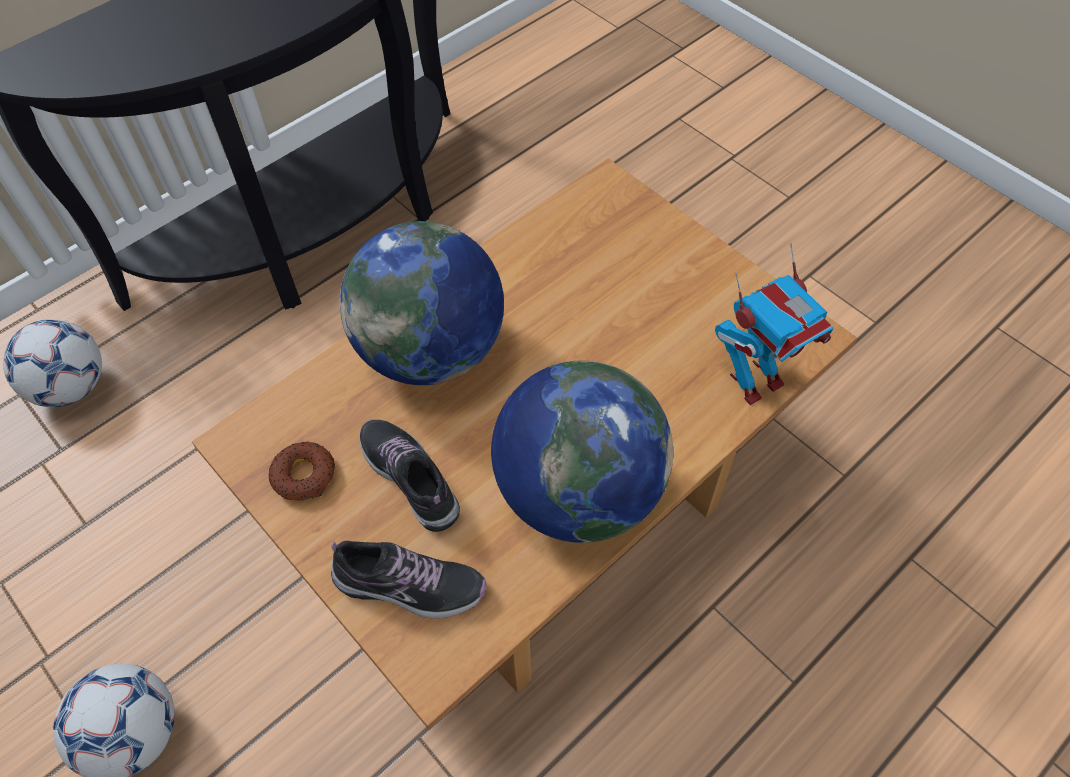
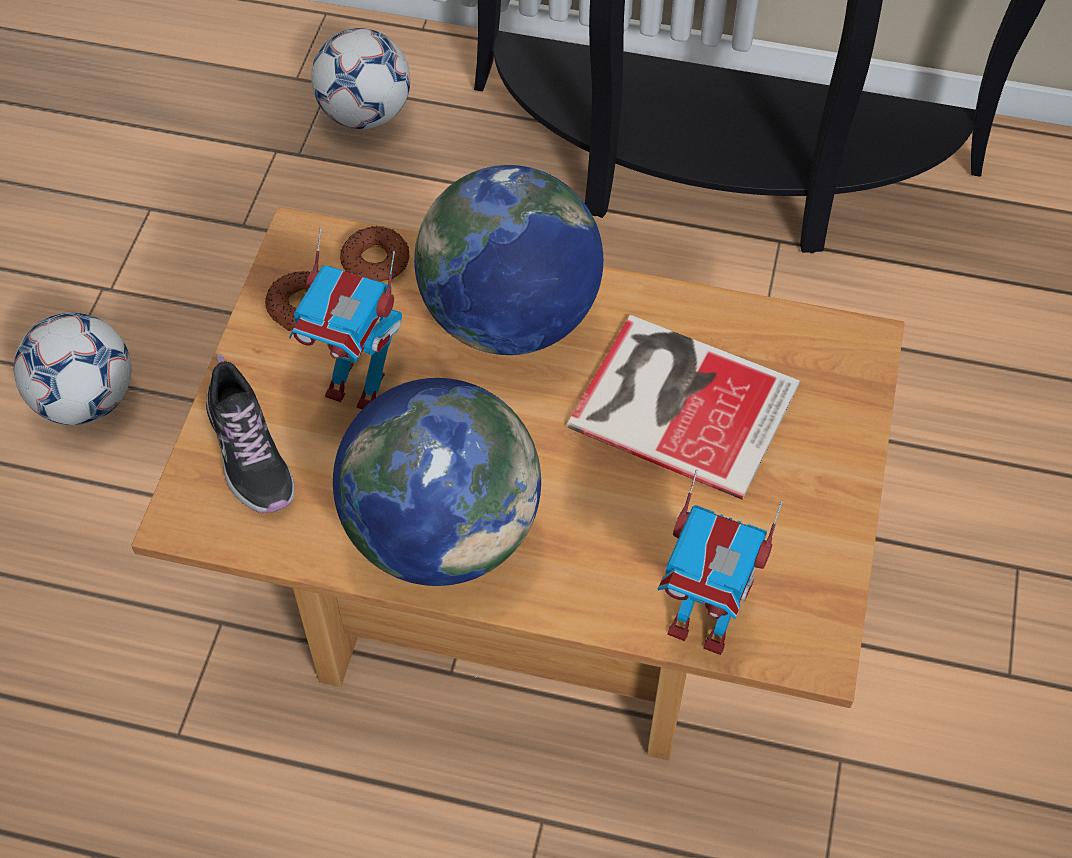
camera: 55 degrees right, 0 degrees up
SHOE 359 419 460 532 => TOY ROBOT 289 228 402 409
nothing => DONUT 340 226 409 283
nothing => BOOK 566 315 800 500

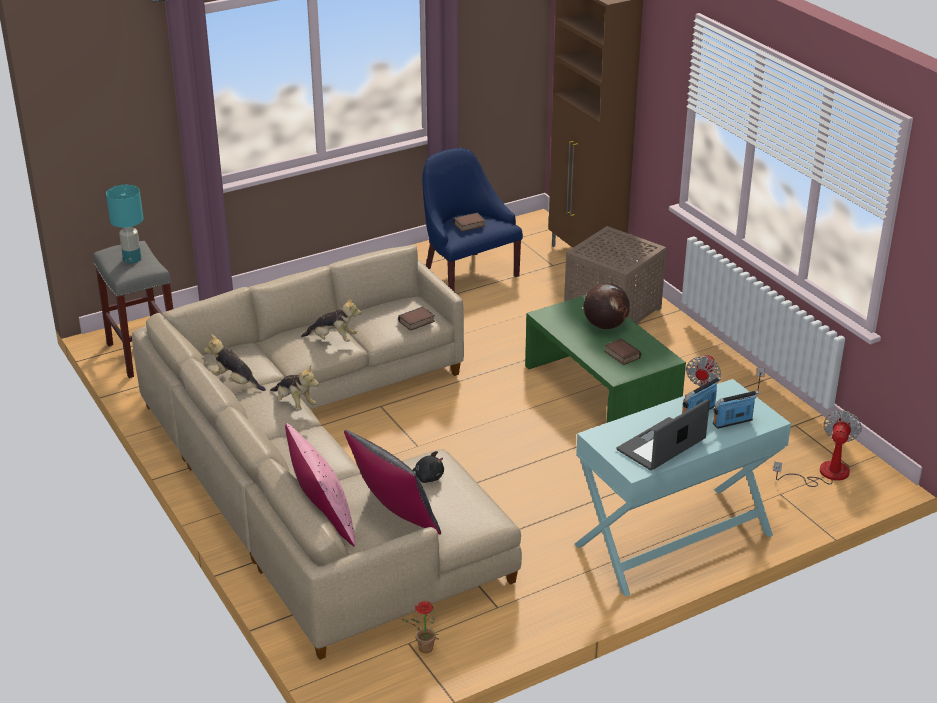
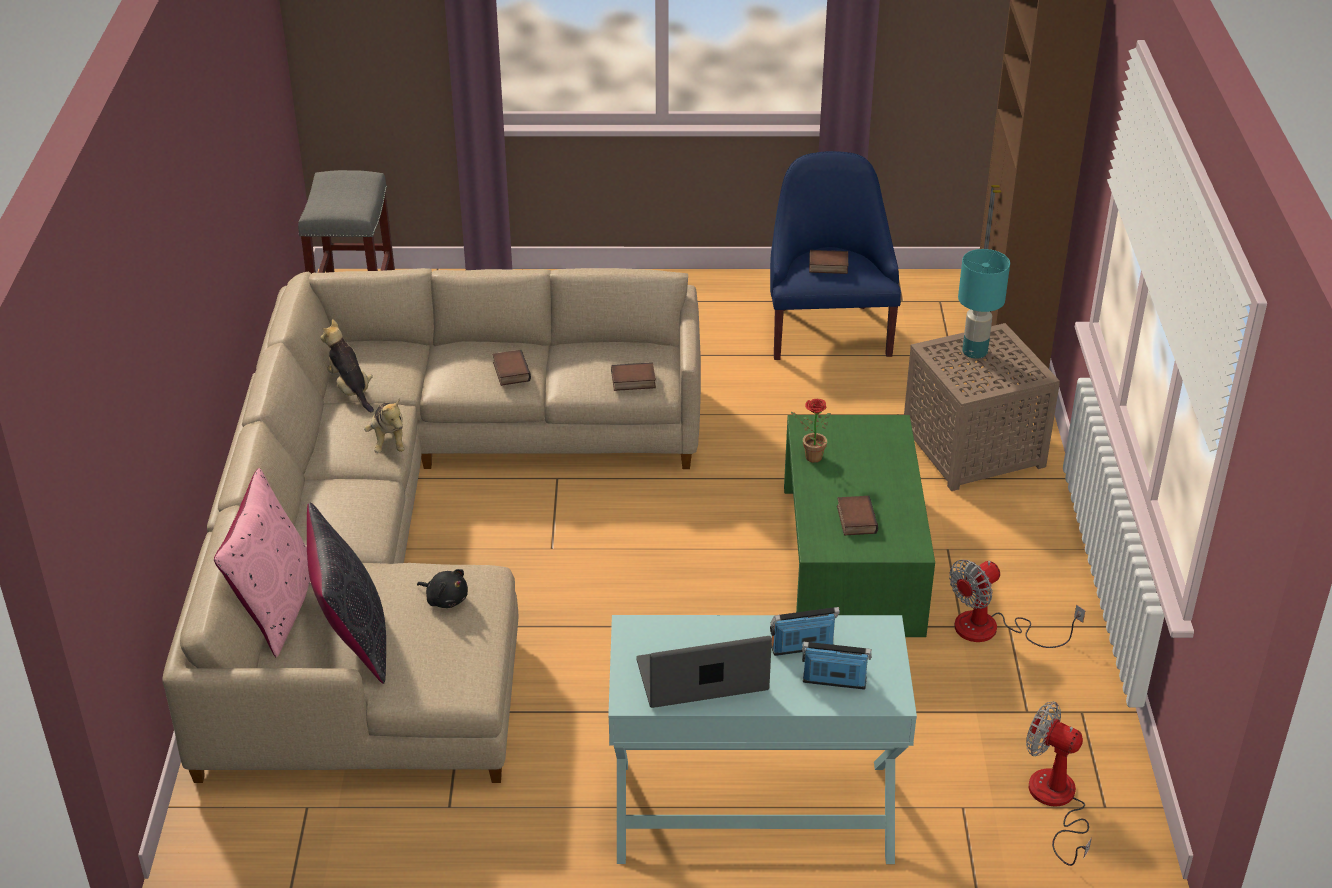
camera: 30 degrees right, 5 degrees up
TURQUOISE TABLE LAMP 106 185 144 264 => TURQUOISE TABLE LAMP 958 249 1010 359, moved
GLOBE 583 283 630 329 => nothing
PLUSH TOY 301 297 362 342 => BOOK 492 350 531 386
FAN 773 410 862 487 => FAN 1026 701 1092 866, 105 degrees counterclockwise
POTTED PLANT 402 601 439 653 => POTTED PLANT 791 399 831 463, moved

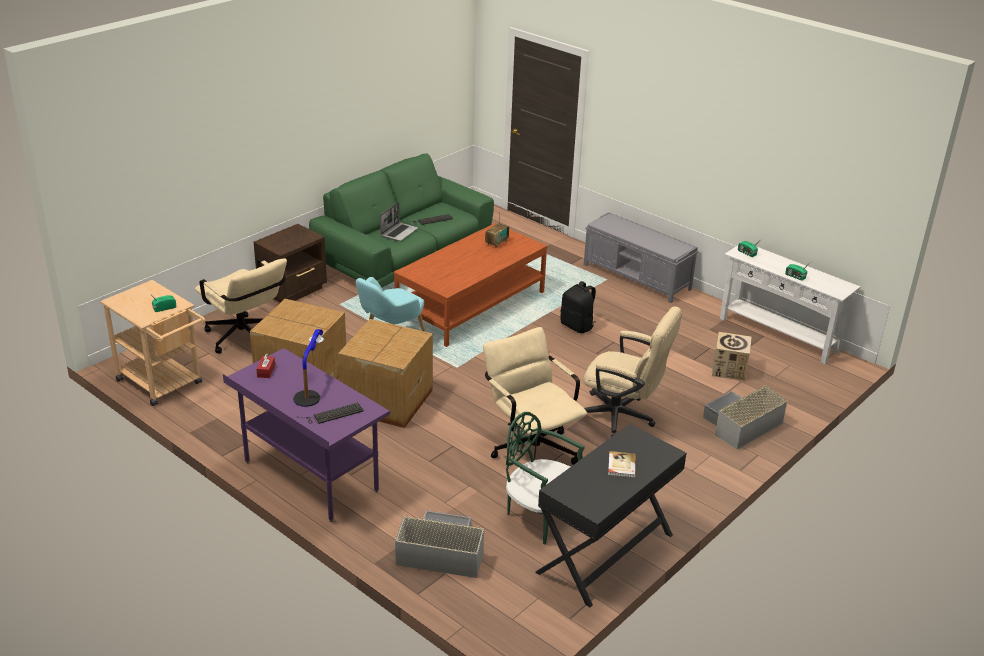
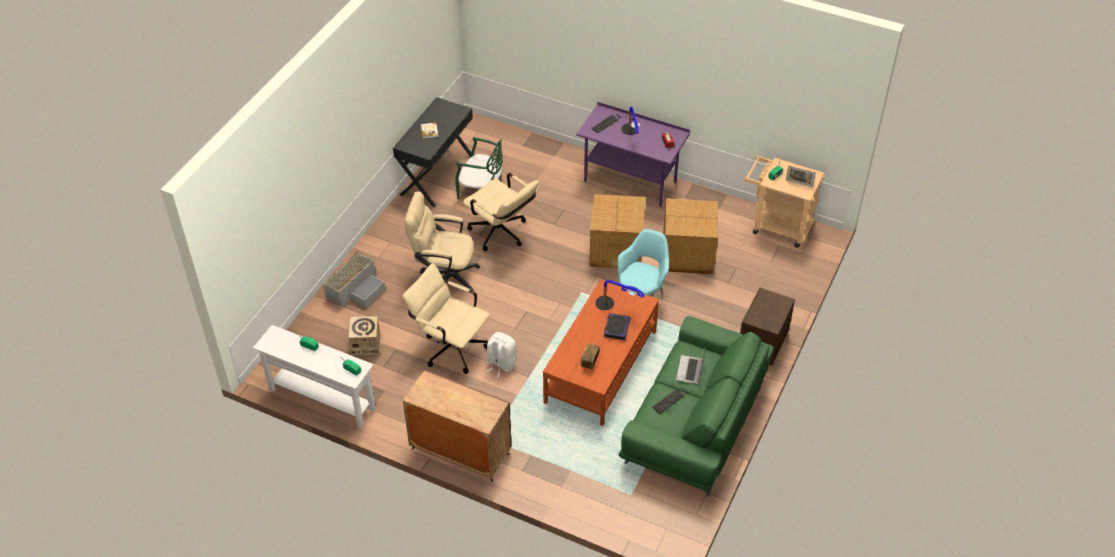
camera: 165 degrees right, 15 degrees up
GREY BENCH 584 212 698 303 => BROWN CABINET 403 369 512 482
BEIGE OFFICE CHAIR 195 258 287 354 => BEIGE OFFICE CHAIR 402 263 490 374, moved
BLACK BACKPACK 560 281 596 333 => WHITE BACKPACK 486 332 517 377
GREY STORAGE BOX 395 510 484 578 => nothing
nothing => PICTURE FRAME 786 165 816 187
nothing => TABLE LAMP 595 280 644 310
nothing => BOOK 604 313 630 340

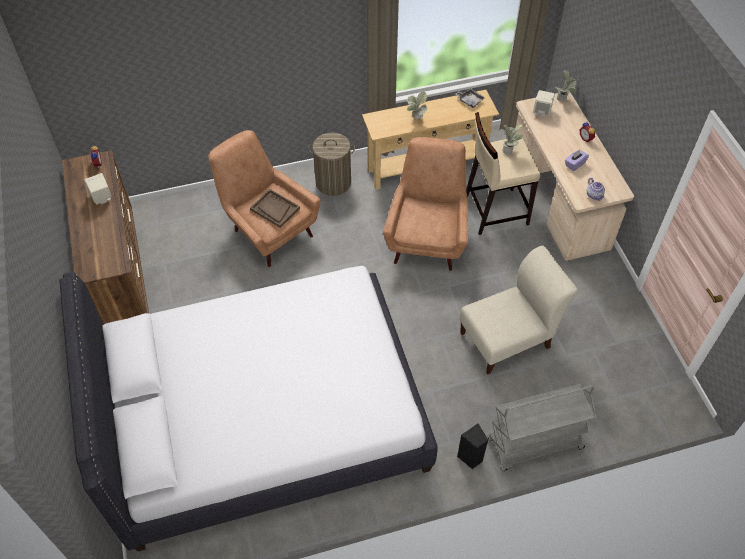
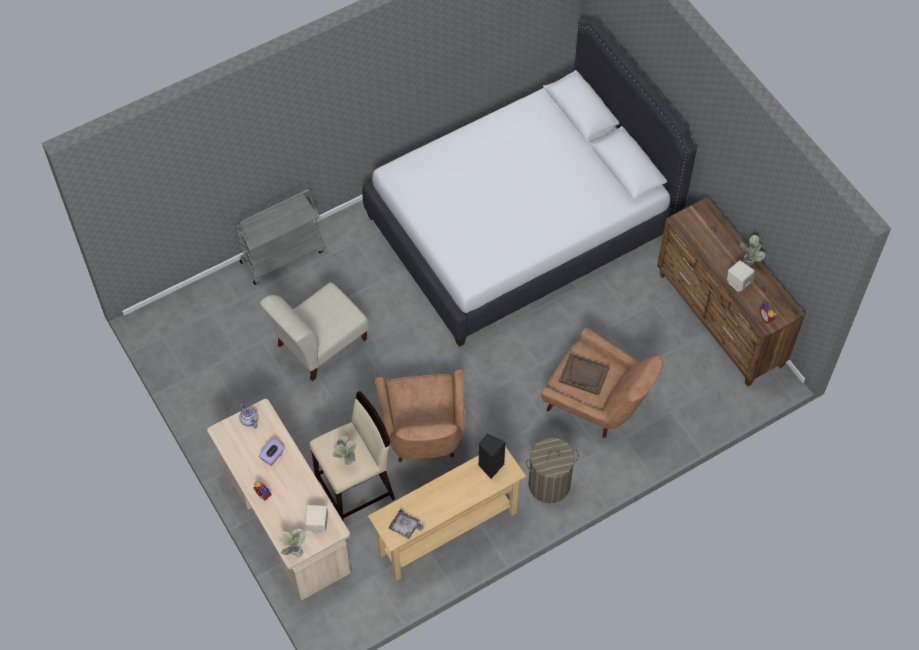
camera: 165 degrees right, 5 degrees up
POTTED PLANT 407 92 427 119 => POTTED PLANT 740 235 765 267, moved
BLACK SPEAKER 457 423 488 469 => BLACK SPEAKER 478 434 506 479, moved

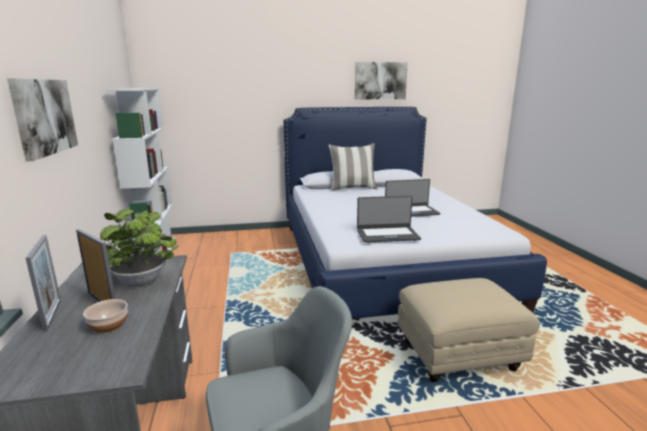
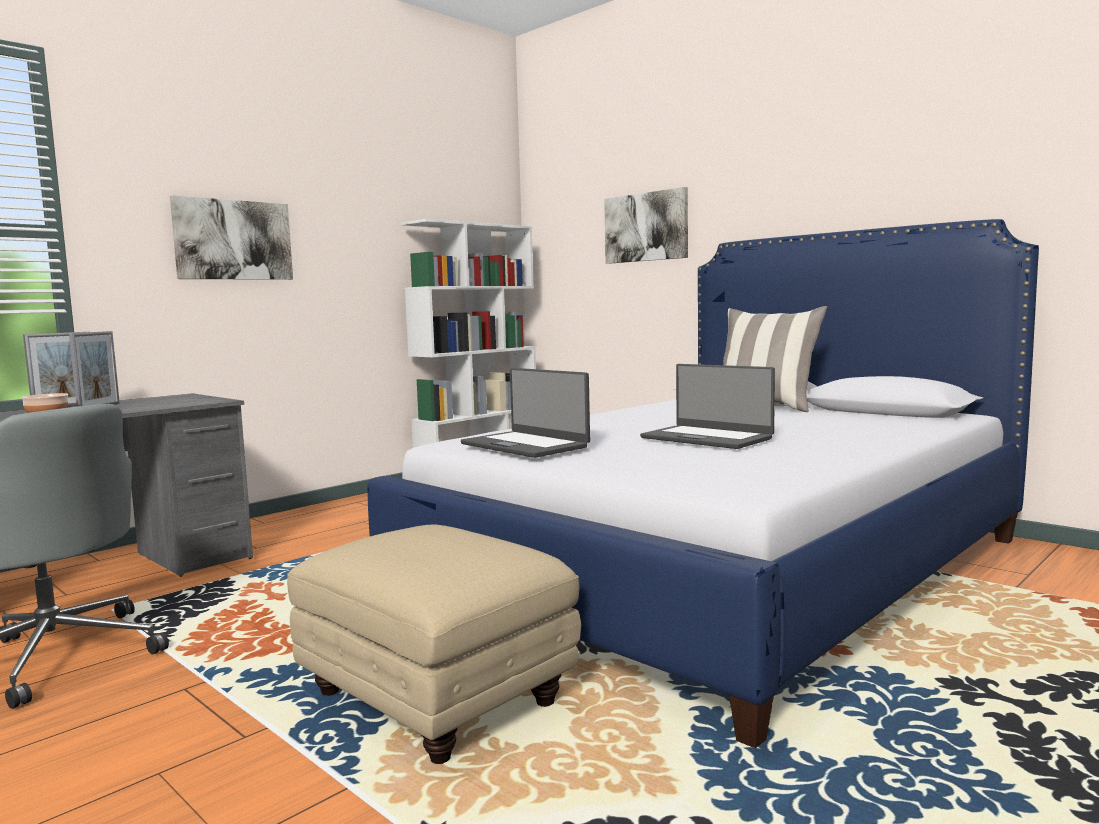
camera: 55 degrees right, 10 degrees down
PICTURE 355 62 408 99 => PICTURE 604 187 688 264, moved
POTTED PLANT 100 209 179 287 => nothing

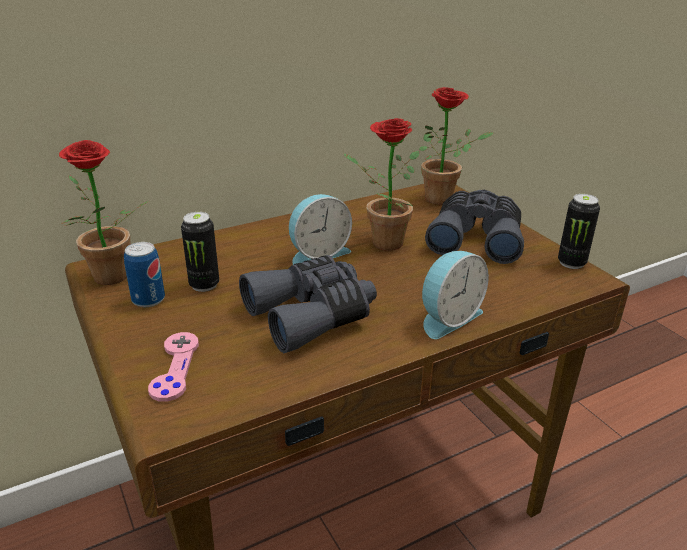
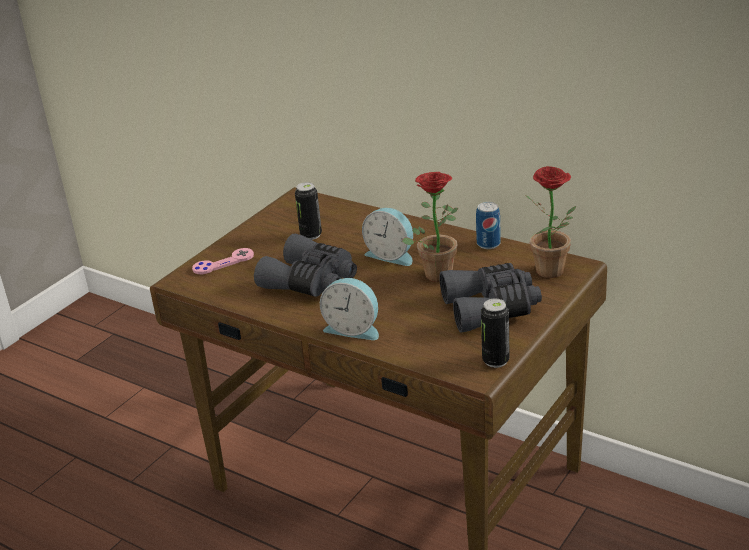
camera: 65 degrees right, 0 degrees up
POTTED PLANT 59 140 149 285 => nothing
CAN 124 242 165 307 => CAN 476 202 501 249, moved

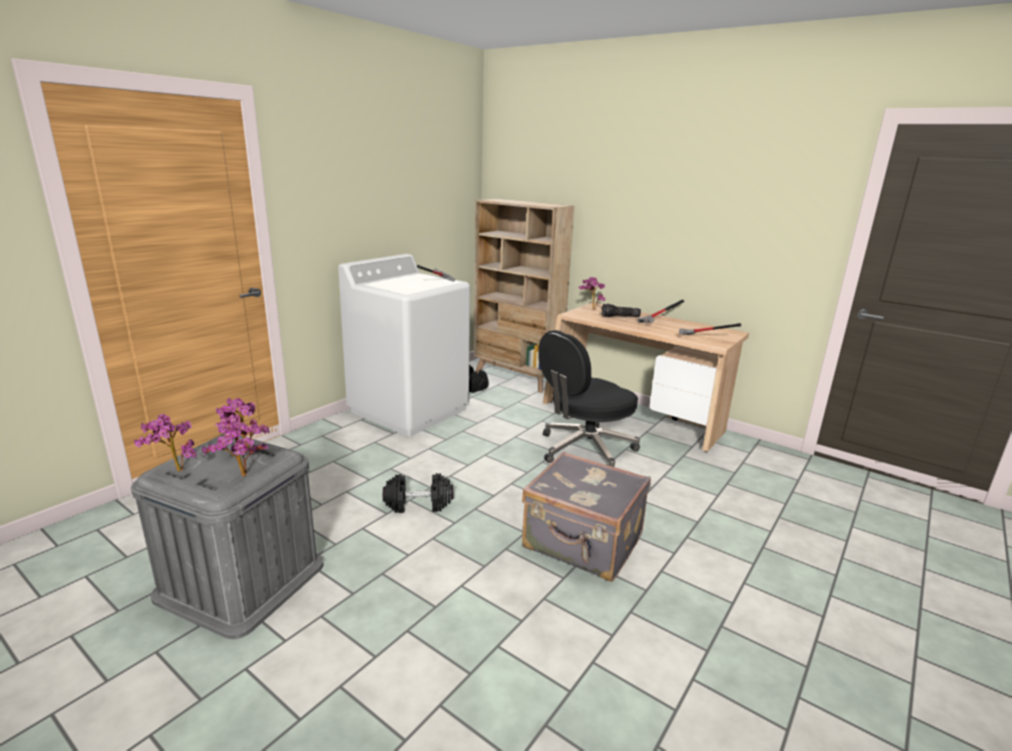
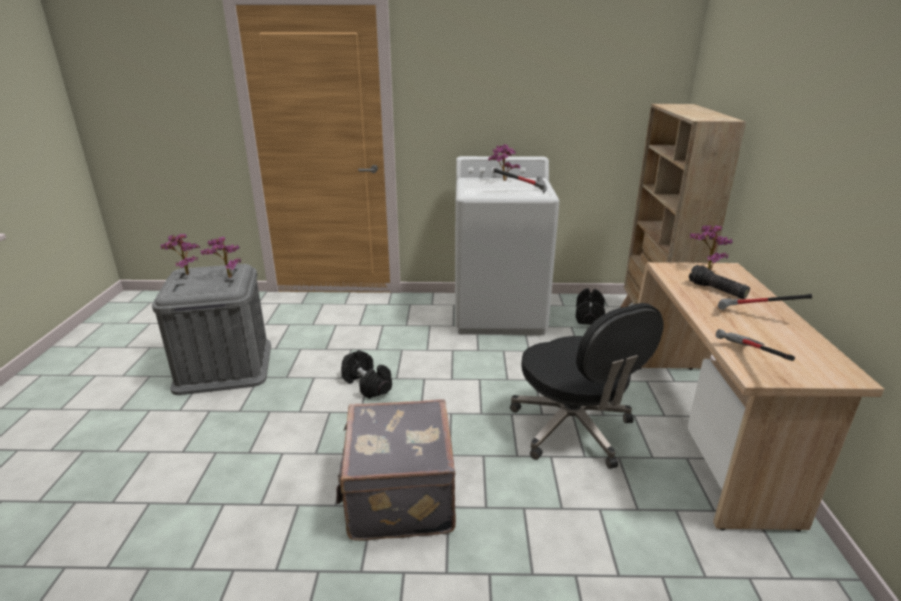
camera: 55 degrees right, 5 degrees up
BLACK OFFICE CHAIR 538 330 640 467 => BLACK OFFICE CHAIR 510 303 664 469, 135 degrees counterclockwise
POTTED PLANT 202 422 268 476 => POTTED PLANT 488 144 520 181, moved

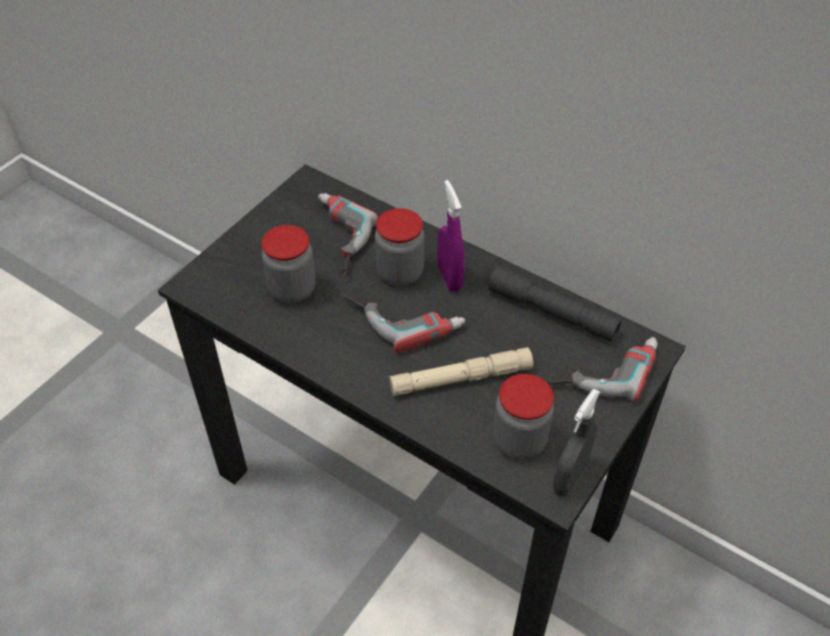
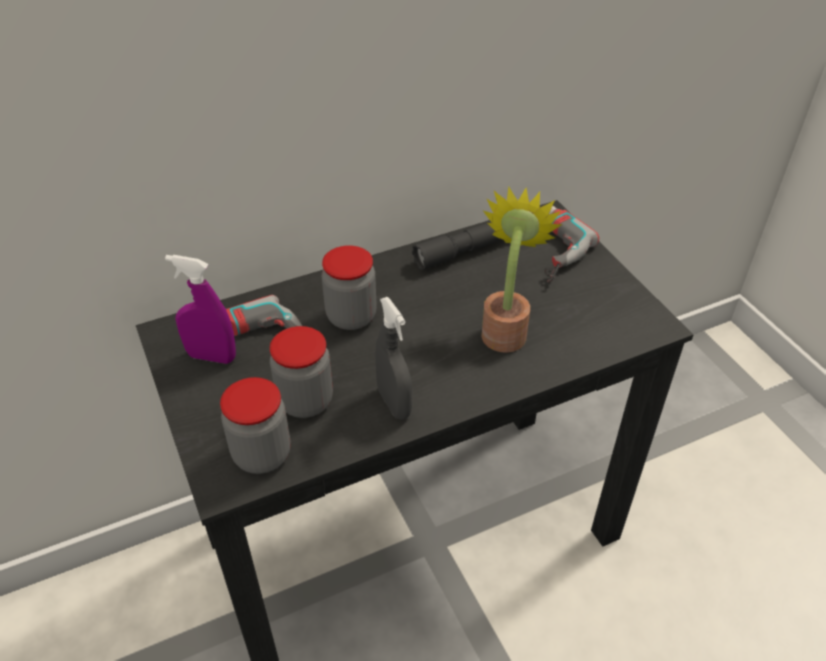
camera: 60 degrees left, 5 degrees down
PURPLE SPRAY BOTTLE 437 180 465 292 => PURPLE SPRAY BOTTLE 165 255 236 364, moved
POWER DRILL 343 293 465 354 => nothing
BEIGE FLASHLIGHT 389 347 533 396 => POTTED PLANT 481 187 562 353
JAR 493 374 554 460 => JAR 220 377 290 474, moved
GREY SPRAY BOTTLE 553 389 600 496 => GREY SPRAY BOTTLE 375 297 412 420, moved

